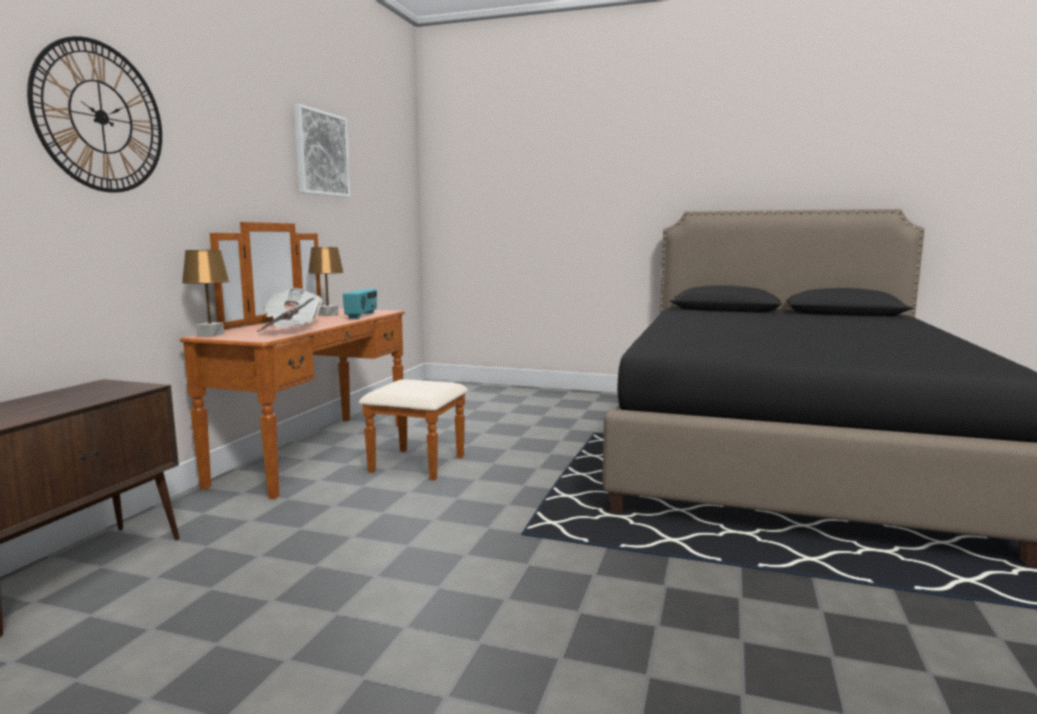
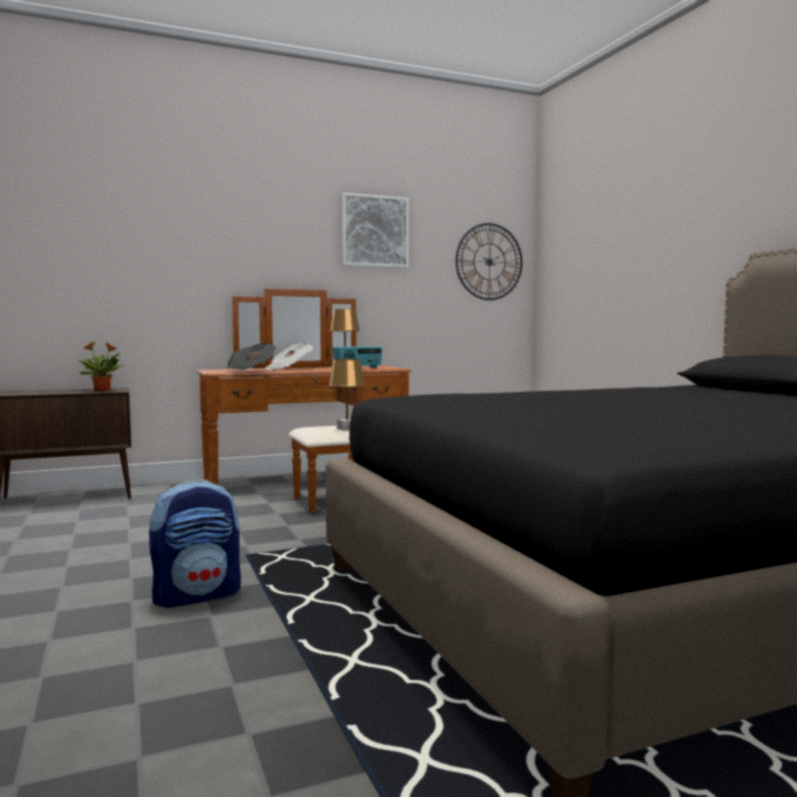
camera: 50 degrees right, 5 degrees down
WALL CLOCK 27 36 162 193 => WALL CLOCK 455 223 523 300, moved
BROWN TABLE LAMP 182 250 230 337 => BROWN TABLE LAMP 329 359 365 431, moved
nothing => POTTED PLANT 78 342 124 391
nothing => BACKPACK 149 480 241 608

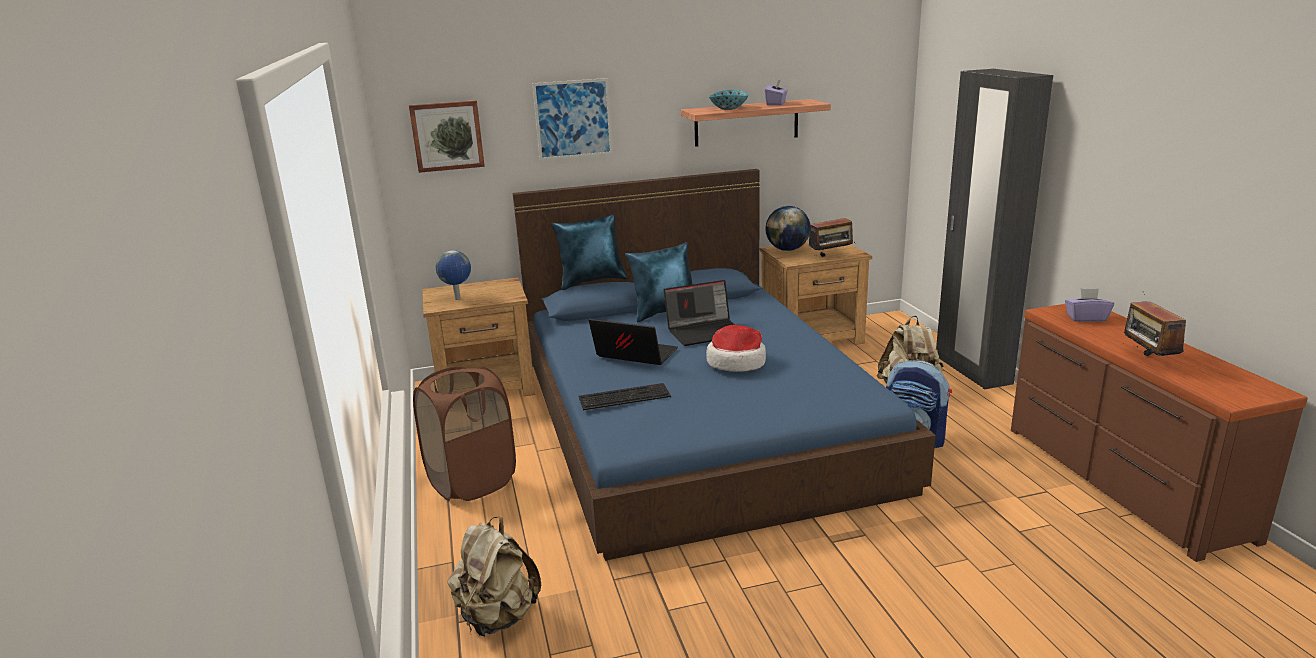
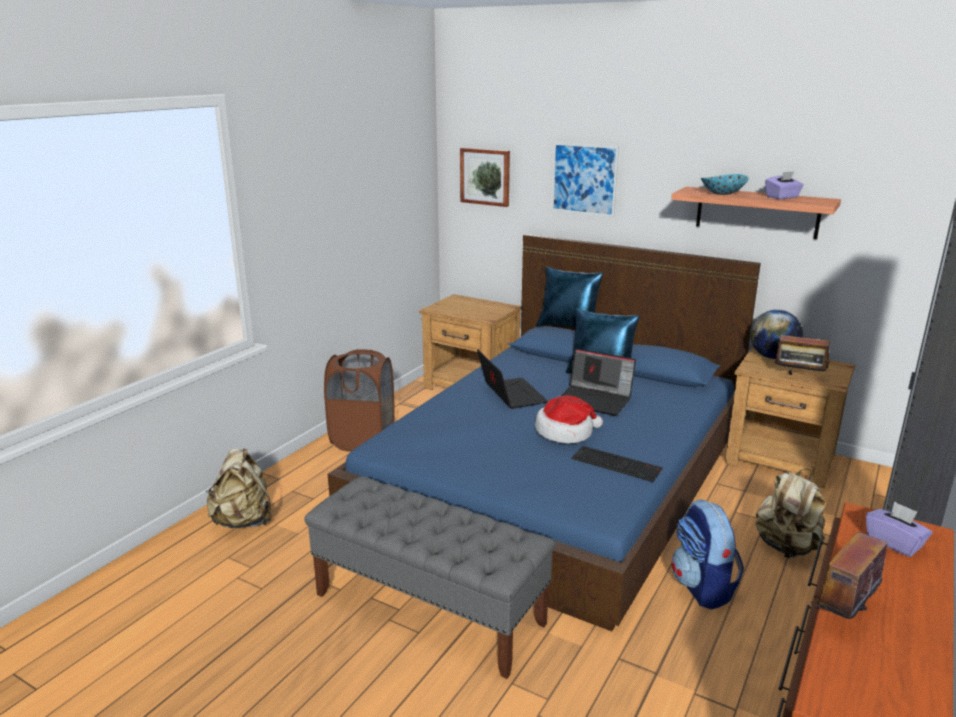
camera: 45 degrees right, 0 degrees up
GLOBE 436 250 471 300 => nothing
KEYBOARD 578 383 671 411 => KEYBOARD 572 446 663 482, moved
nothing => GREY BENCH 304 476 555 679

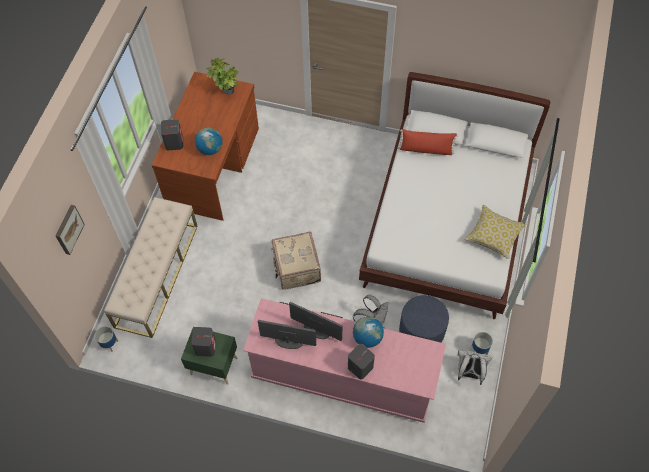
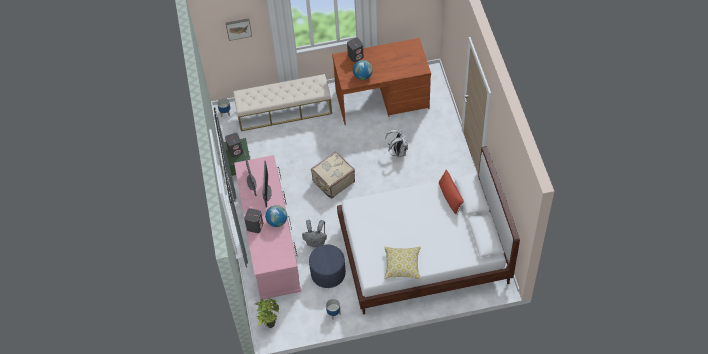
camera: 65 degrees right, 5 degrees down
POTTED PLANT 206 58 239 95 => POTTED PLANT 255 298 279 328, moved
WHITE BACKPACK 458 350 492 385 => WHITE BACKPACK 385 128 408 157, moved

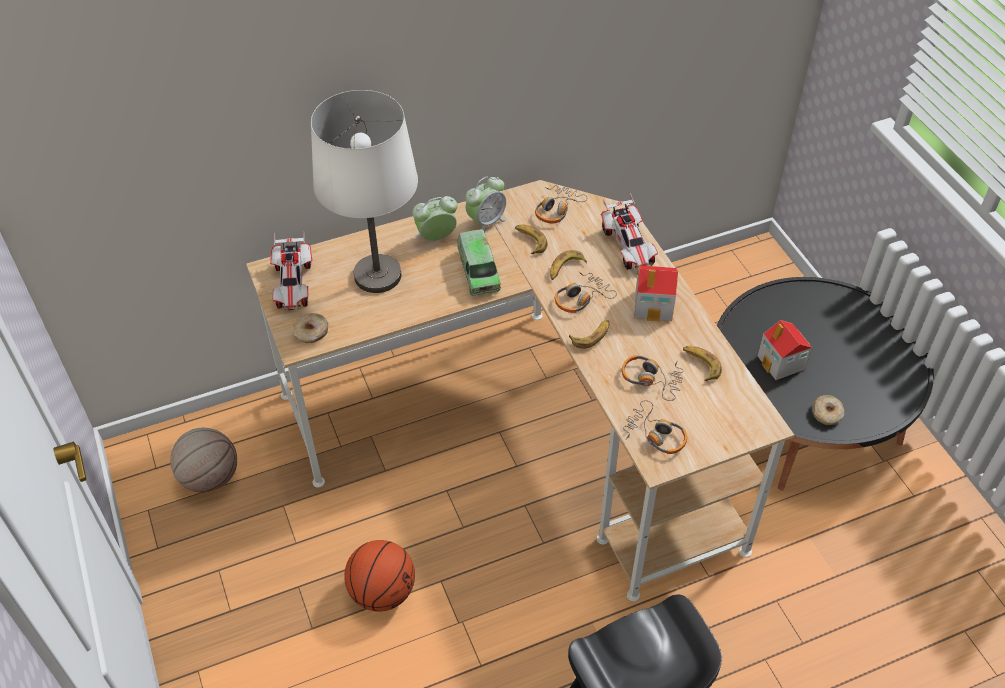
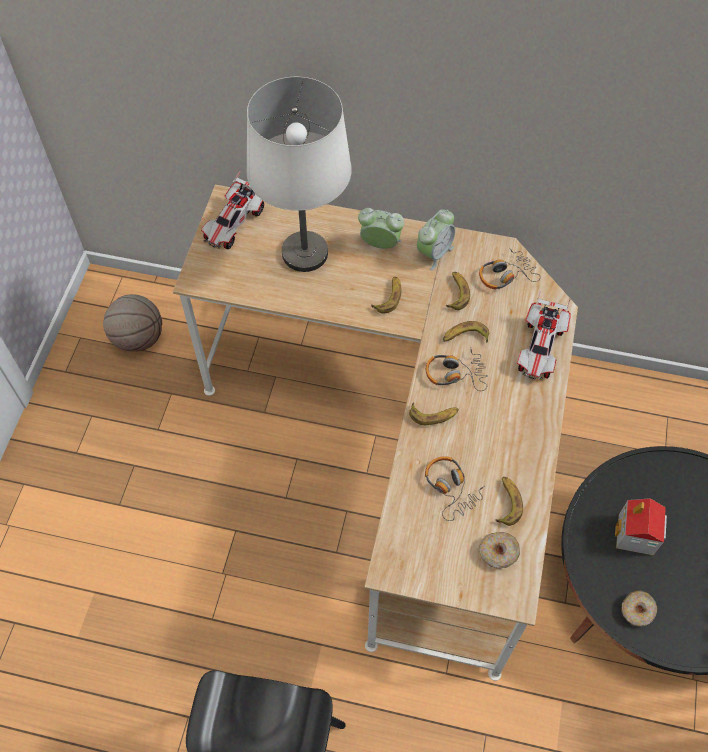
camera: 35 degrees right, 10 degrees up
ALARM CLOCK 465 176 507 233 => ALARM CLOCK 417 210 455 270, 45 degrees counterclockwise
TOY TRUCK 457 229 501 296 => BANANA 371 277 401 314
TOY HOUSE 634 265 678 322 => nothing
DONUT 293 313 328 343 => DONUT 479 532 520 568, moved
HEADPHONES 623 400 687 454 => nothing
BASKETBALL 344 540 415 612 => nothing

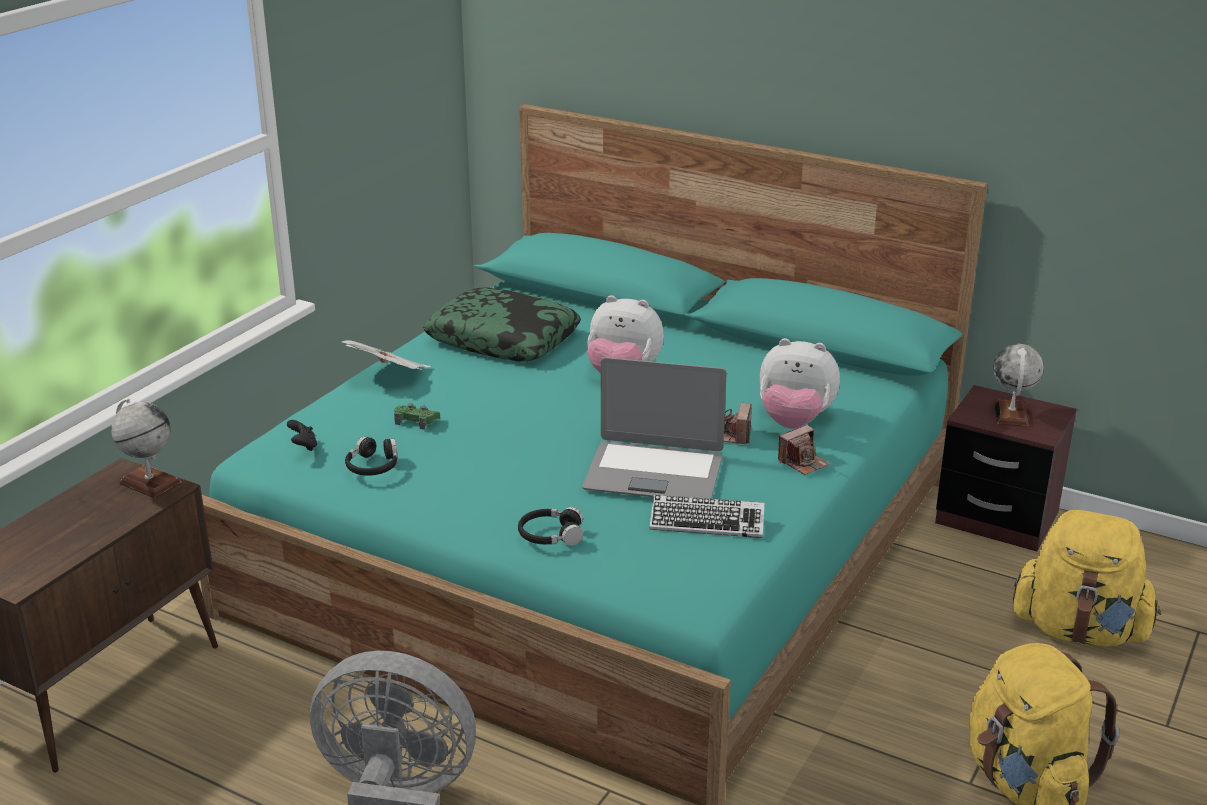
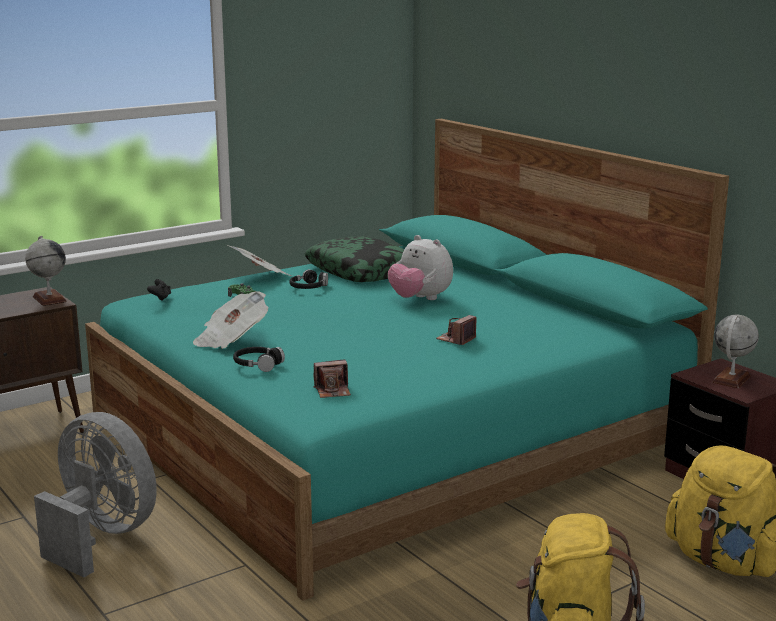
camera: 25 degrees right, 10 degrees down
PLUSH TOY 760 338 840 429 => nothing
LAPTOP 582 357 726 499 => nothing
PHOTO CAMERA 778 424 830 475 => PHOTO CAMERA 313 360 351 398, moved
BLACK HEADPHONES 345 436 398 476 => BLACK HEADPHONES 290 269 328 289, moved
KEYBOARD 650 495 765 538 => nothing
nothing => NEWSPAPER 193 291 268 349

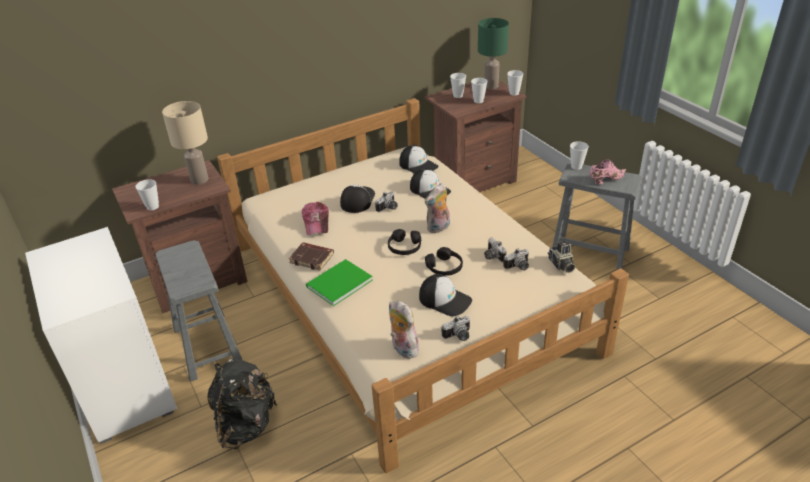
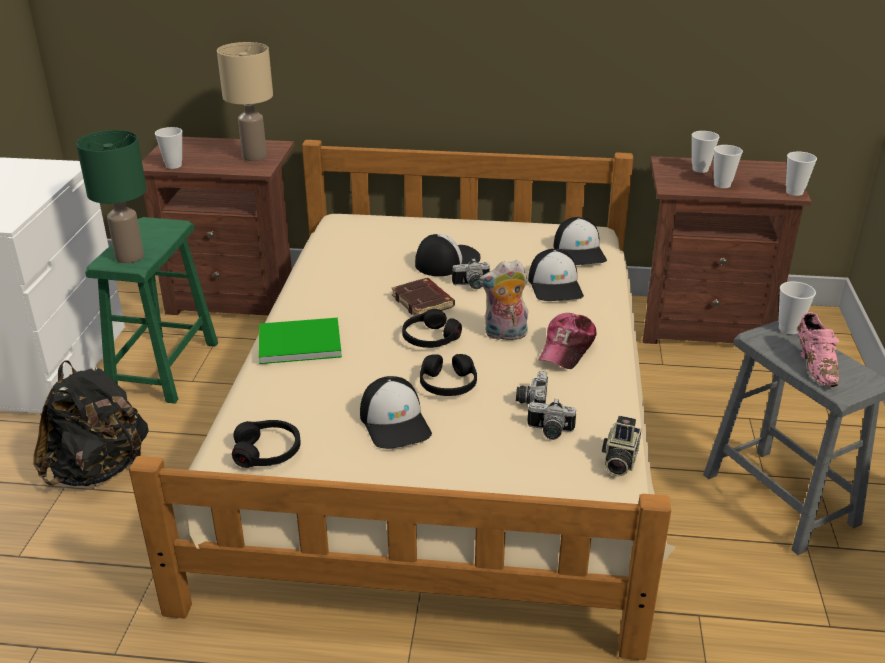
camera: 35 degrees right, 5 degrees down
GREEN TABLE LAMP 478 18 509 89 => GREEN TABLE LAMP 76 130 147 263, moved
PINK SHOE 589 159 627 185 => PINK SHOE 797 312 839 387, 75 degrees clockwise
CAP 302 202 329 235 => CAP 538 313 596 369, moved
GREY STOOL 155 240 242 382 => GREEN STOOL 85 217 218 404
BROWN BOOK 289 242 334 271 => BROWN BOOK 391 278 455 316, moved
PLUSH TOY 389 301 419 359 => BLACK HEADPHONES 232 420 301 468
PHOTO CAMERA 442 315 470 341 => nothing

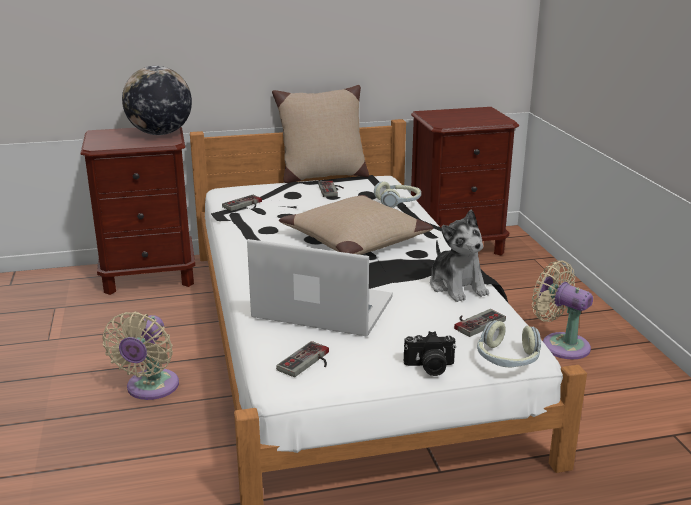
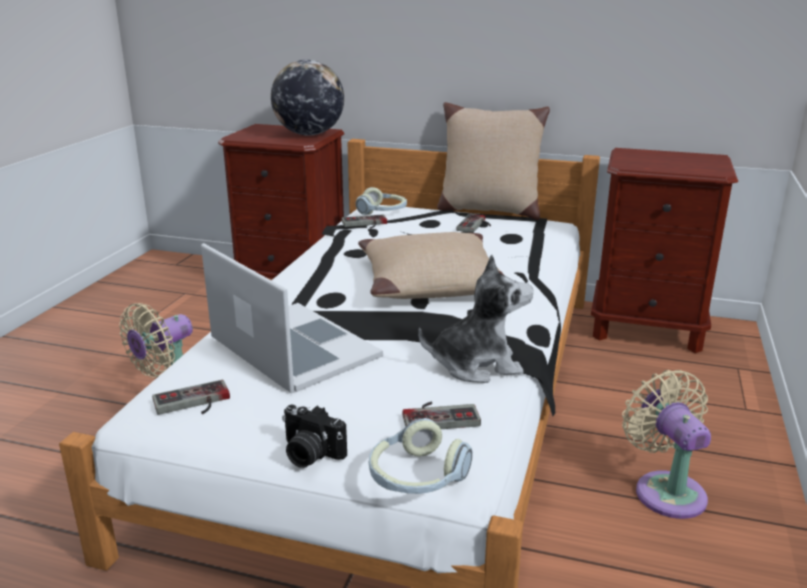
camera: 30 degrees right, 0 degrees up
HEADPHONES 374 182 421 208 => HEADPHONES 356 187 407 215, moved
PLUSH TOY 430 209 489 302 => PLUSH TOY 418 255 533 383, 105 degrees counterclockwise

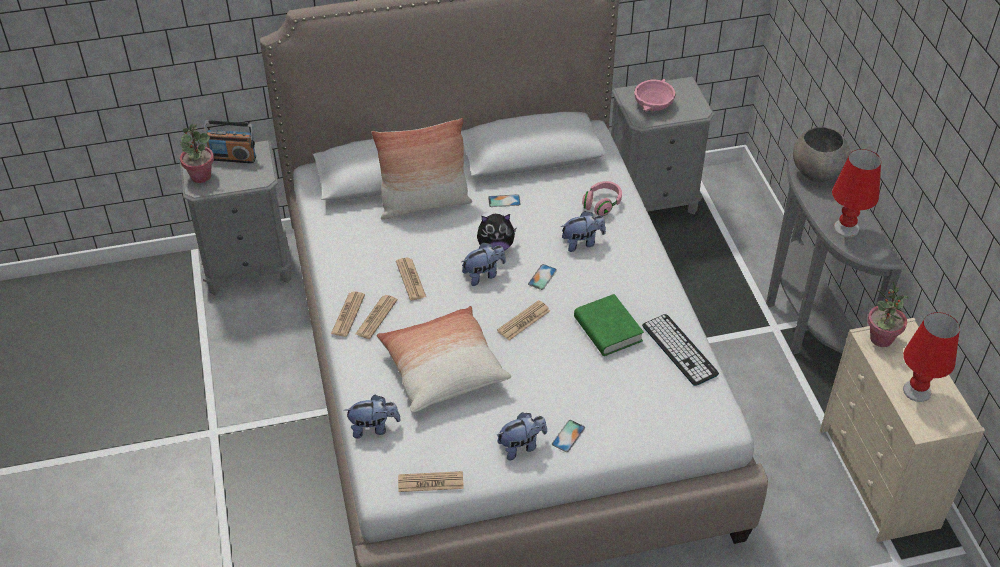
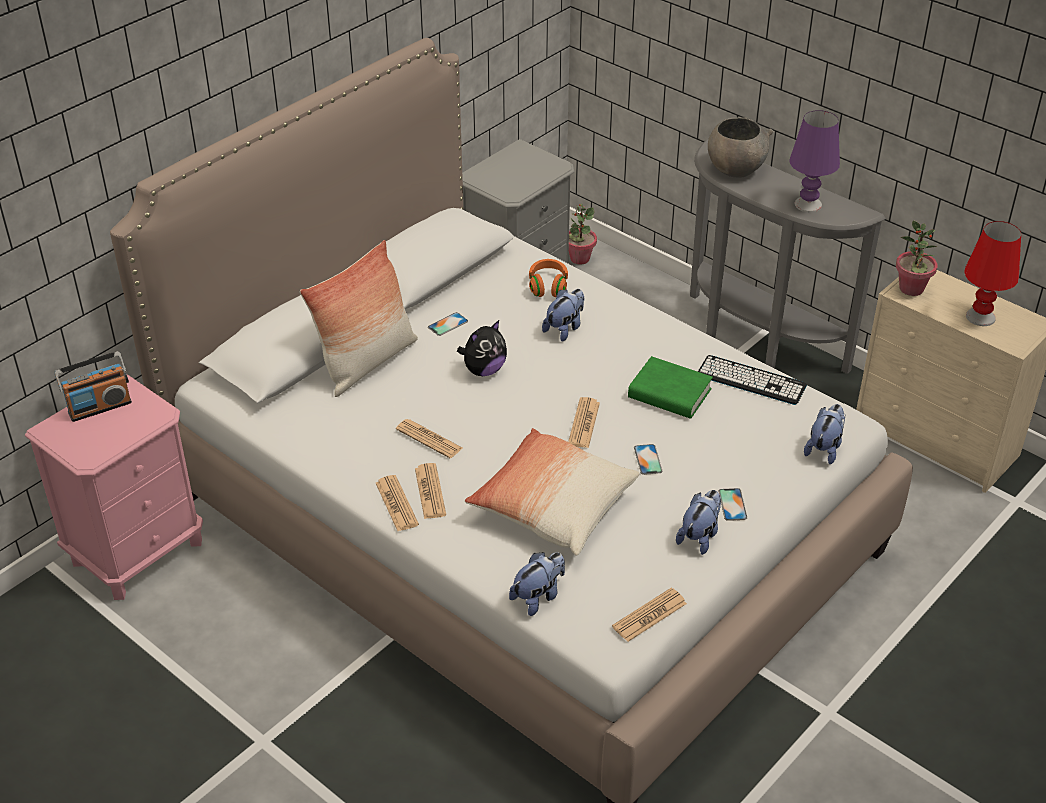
camera: 35 degrees left, 5 degrees down
PINK BOWL 634 79 675 111 => nothing
POTTED PLANT 180 124 214 183 => POTTED PLANT 569 204 597 265, moved
GREY NIGHTSTAND 179 140 292 295 => PINK NIGHTSTAND 25 374 203 600
RED TABLE LAMP 832 149 881 237 => PURPLE TABLE LAMP 789 110 840 212
PINK HEADPHONES 582 181 622 216 => ORANGE HEADPHONES 529 259 568 297
PLUSH TOY 462 243 506 286 => PLUSH TOY 804 404 846 464, moved
PHONE 528 264 557 290 => PHONE 634 444 662 475, moved

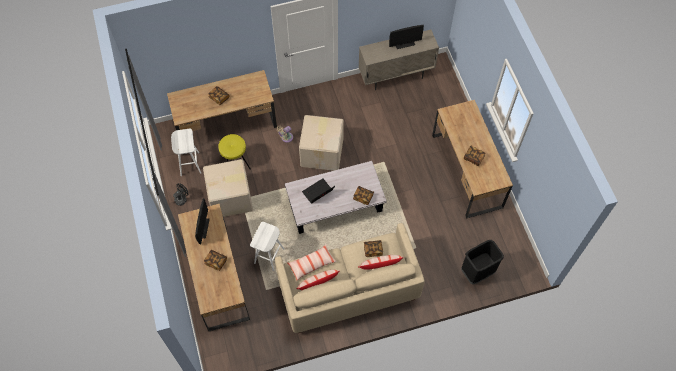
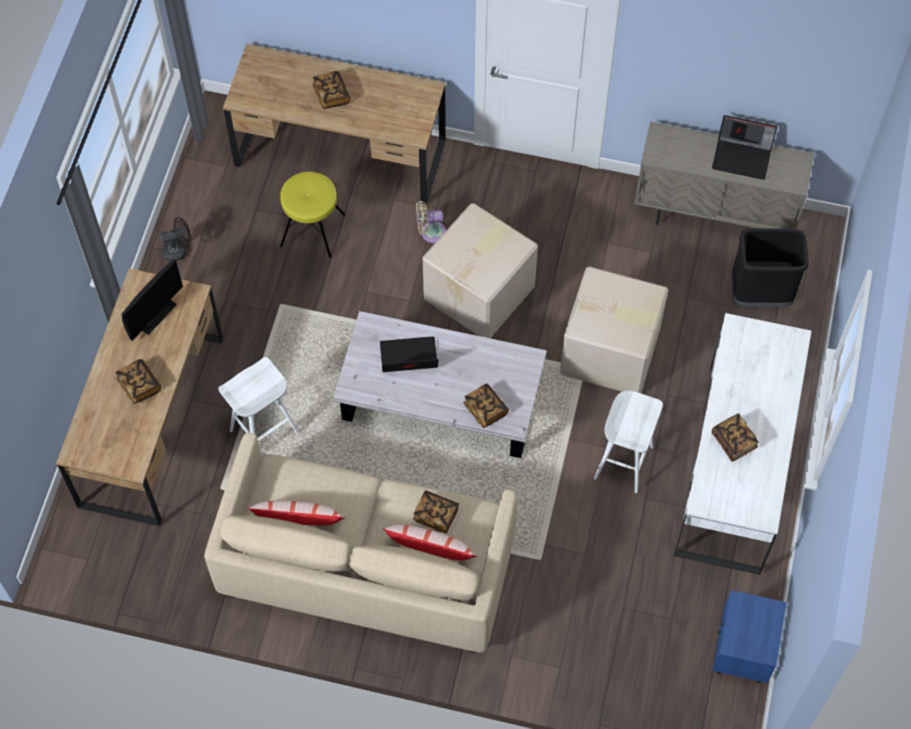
camera: 30 degrees right, 0 degrees up
MONITOR 389 25 424 49 => LAPTOP 712 115 777 180
BROWN DESK 432 100 513 219 => WHITE DESK 674 313 811 575
WHITE STOOL 171 129 201 176 => WHITE STOOL 594 390 663 493, moved
CARDBOARD BOX 203 159 253 217 => CARDBOARD BOX 560 266 668 393, moved
BLACK TRASH CAN 461 240 504 284 => BLACK TRASH CAN 731 228 809 307, moved
PILLOW 288 245 336 280 => nothing
nothing => BLUE NIGHTSTAND 713 590 787 683

